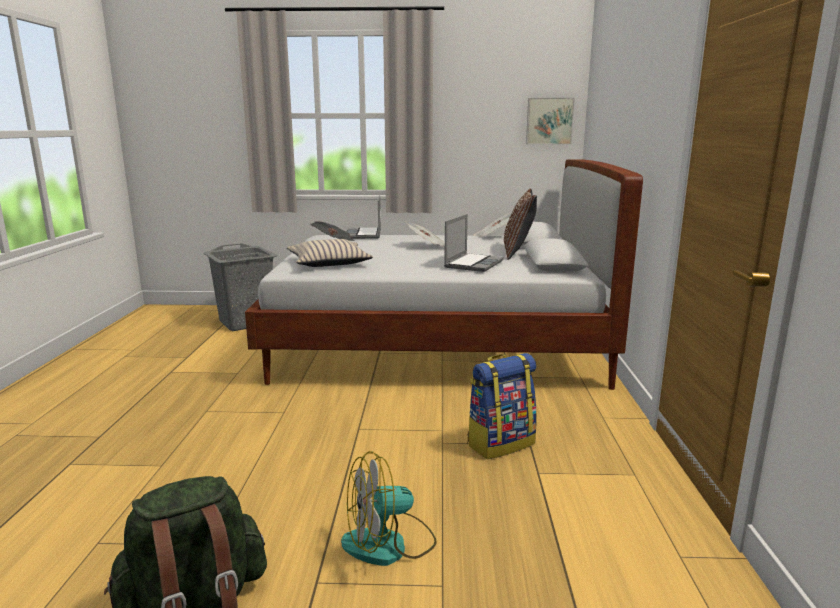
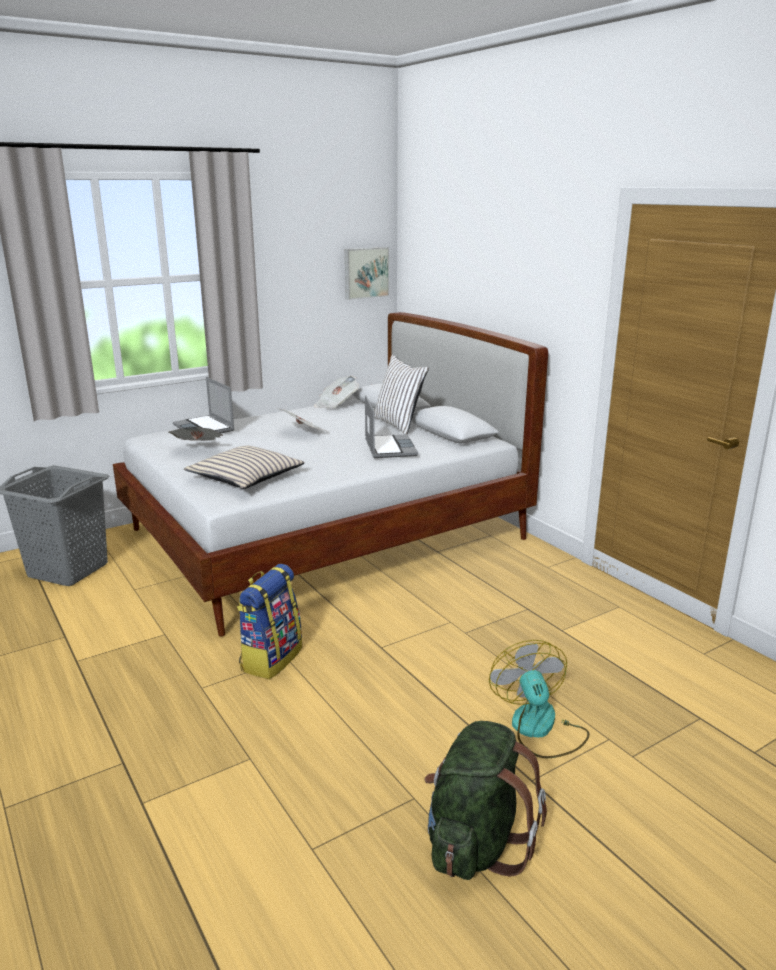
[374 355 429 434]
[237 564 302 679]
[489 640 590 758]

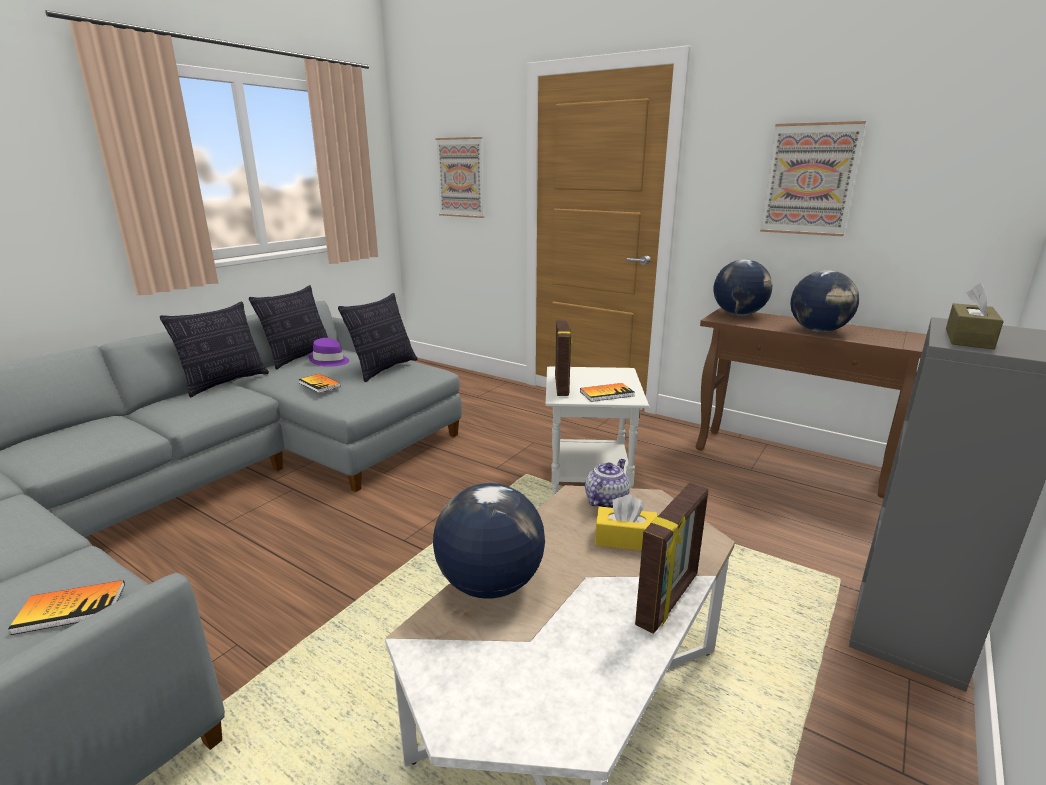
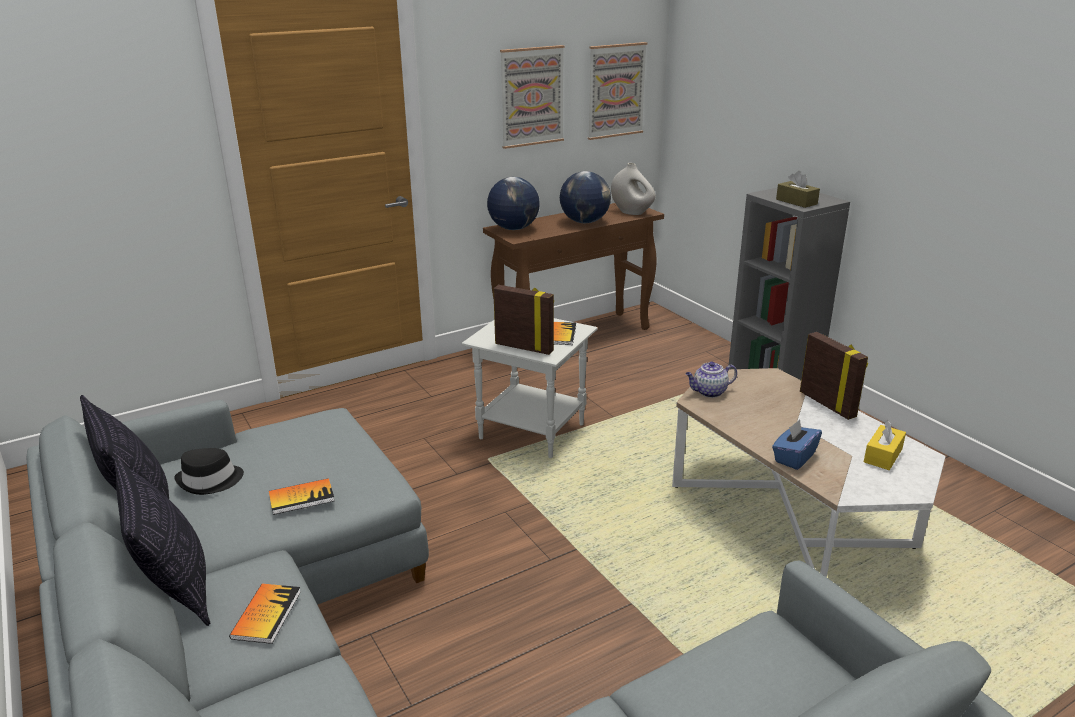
[588 42 647 140]
[338 293 418 382] (first image)
[175 448 244 495]
[685 362 737 398]
[772 419 822 470]
[864 420 906 470]
[229 584 301 644]
[611 163 656 215]

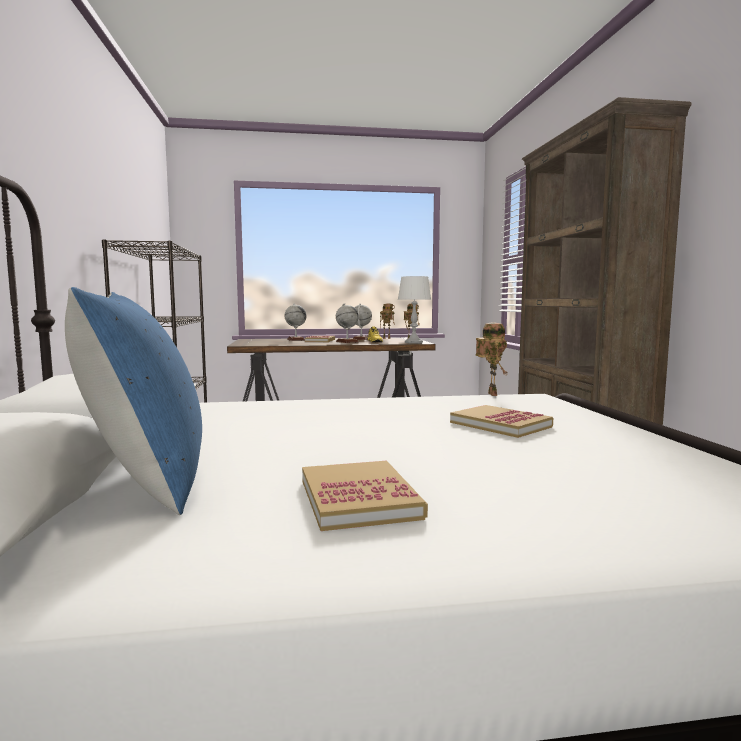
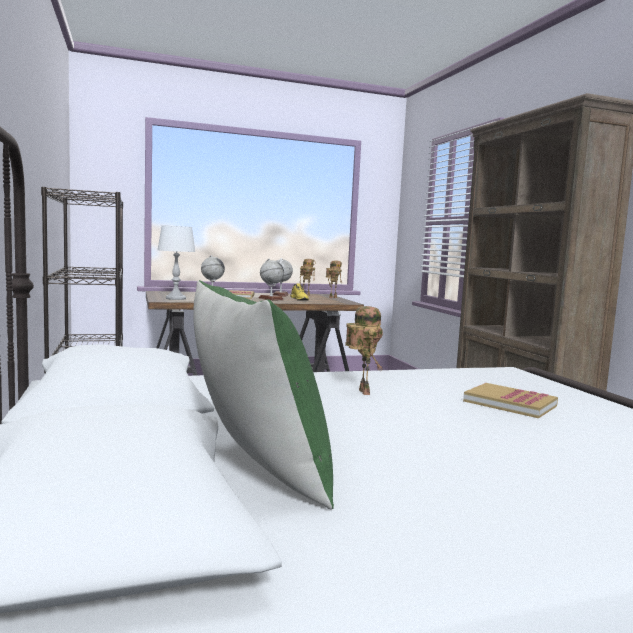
[158 225 196 300]
[193 280 334 510]
[345 306 383 395]
[302 461 428 531] (first image)

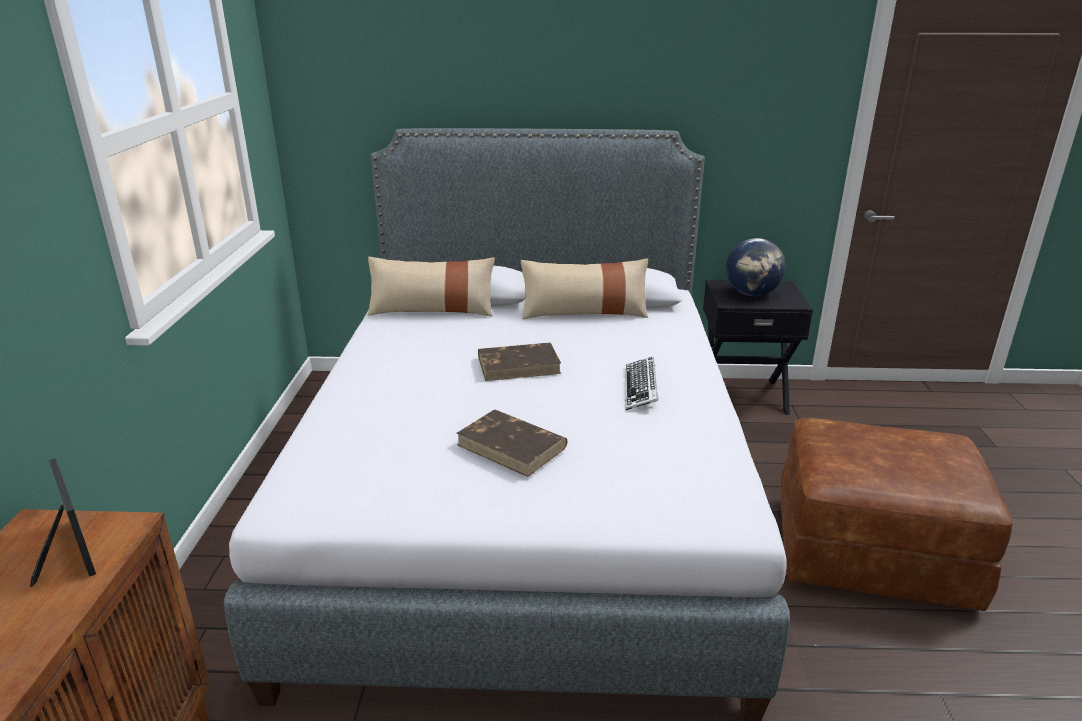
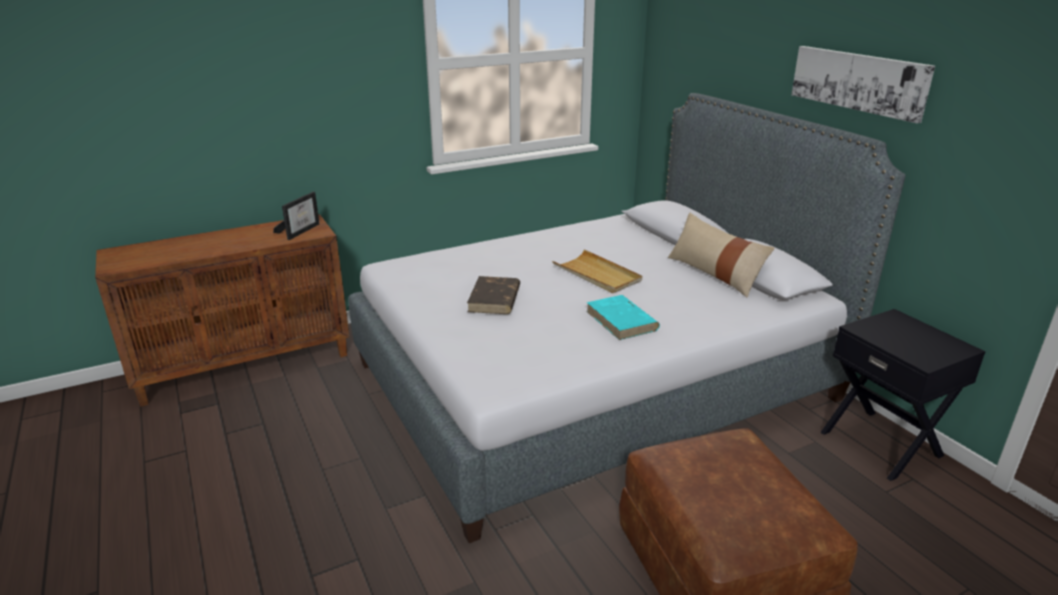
[726 238 786 296] (first image)
[368 257 495 317] (first image)
[552 249 642 293]
[586 295 660 340]
[791 46 935 123]

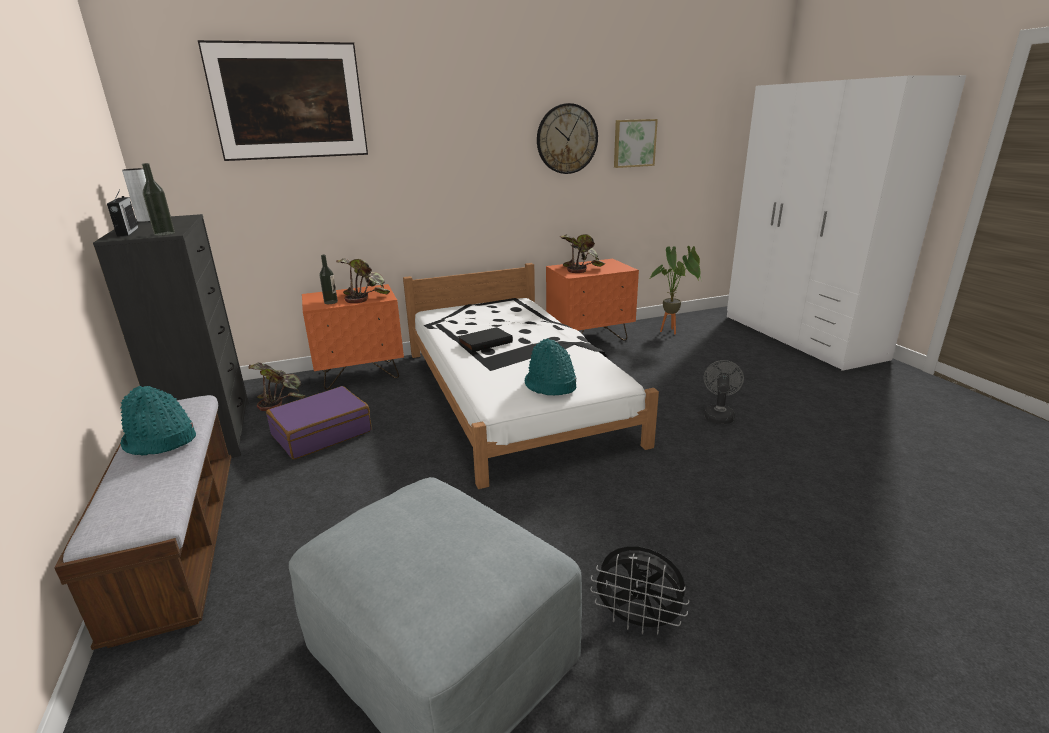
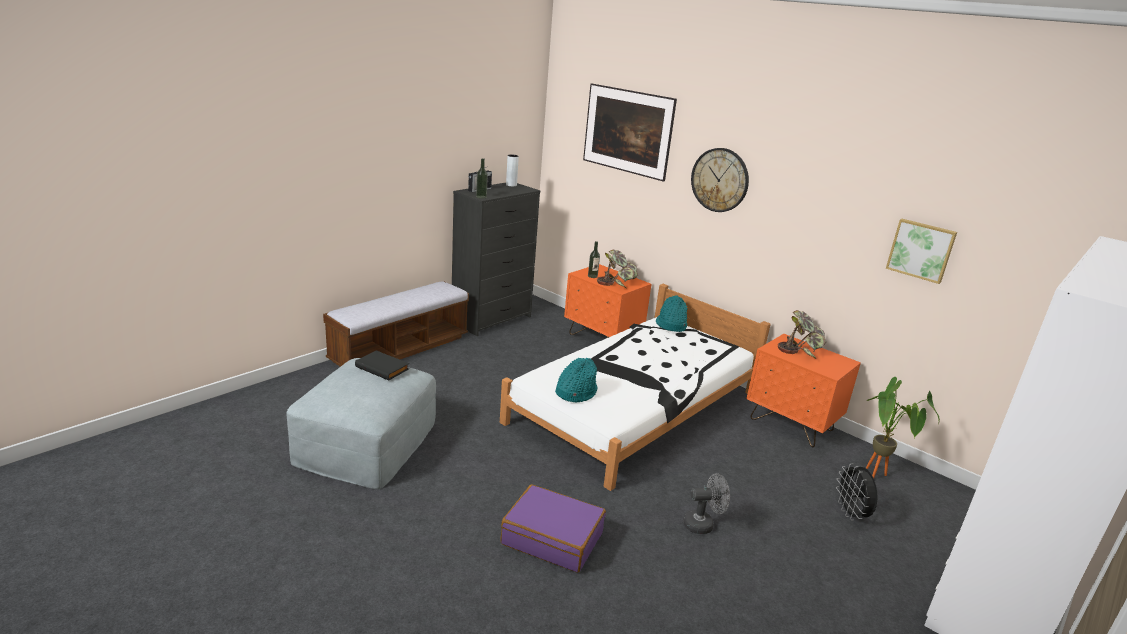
[691 148 749 212]
[355 350 409 380]
[249 363 305 411] (first image)
[656 295 687 332]
[501 484 606 572]
[836 464 877 520]

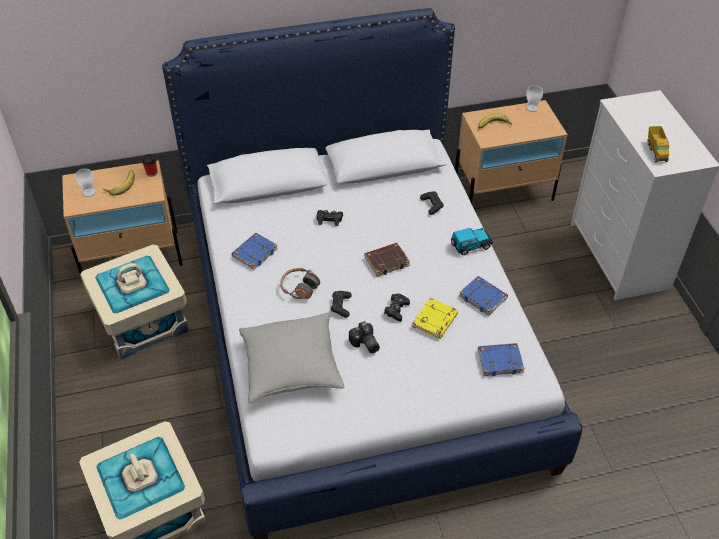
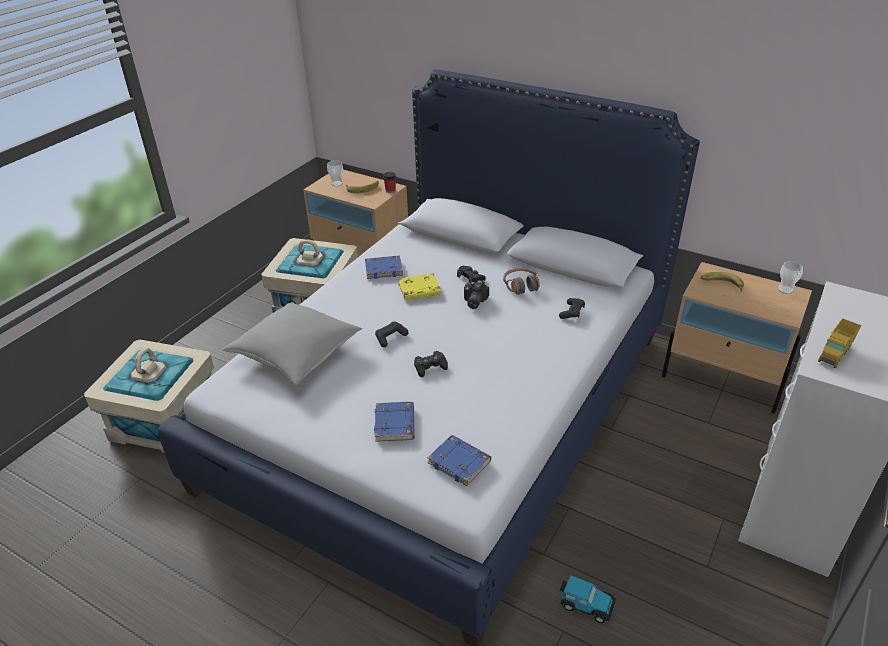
[560 575 616 623]
[364 243 410 277] (first image)
[503 268 540 295]
[374 402 415 442]
[398 273 441 300]
[464 280 489 309]

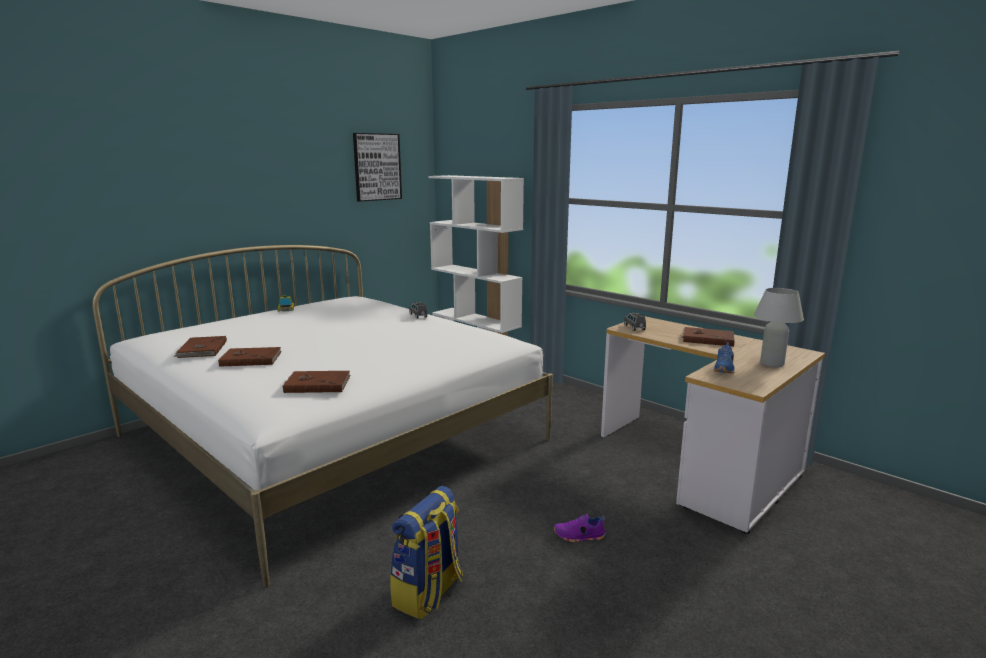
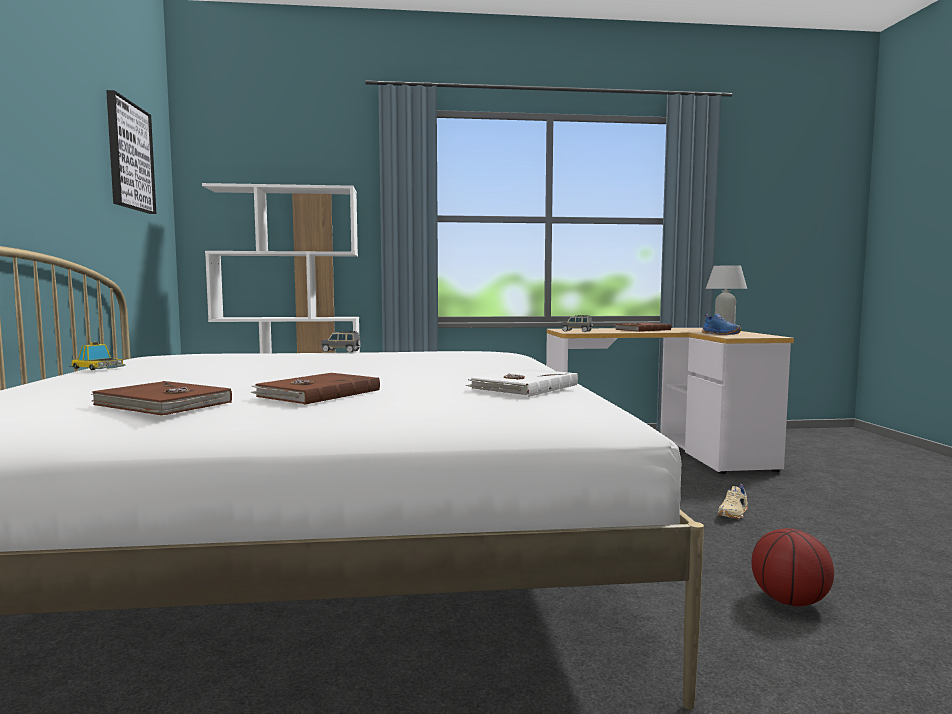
[466 368 578 397]
[752 528 834 606]
[718 484 748 519]

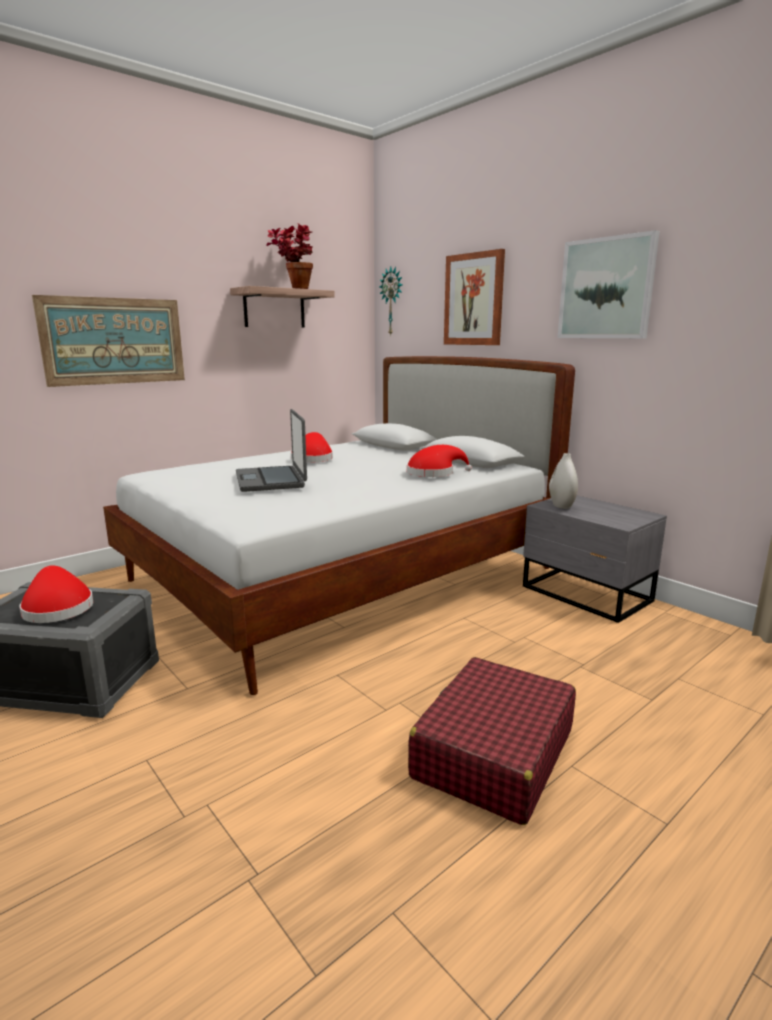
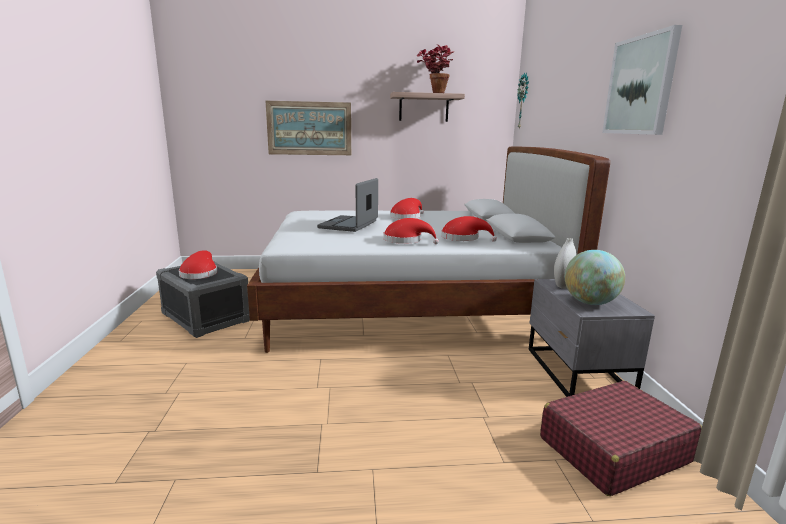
[444 249 505 345] (first image)
[540 381 702 496]
[383 218 439 244]
[565 250 625 305]

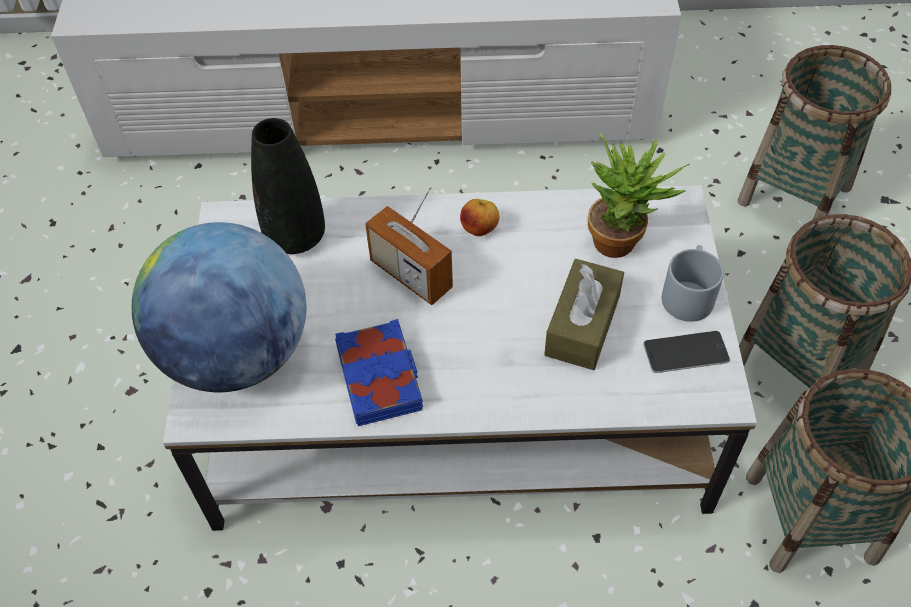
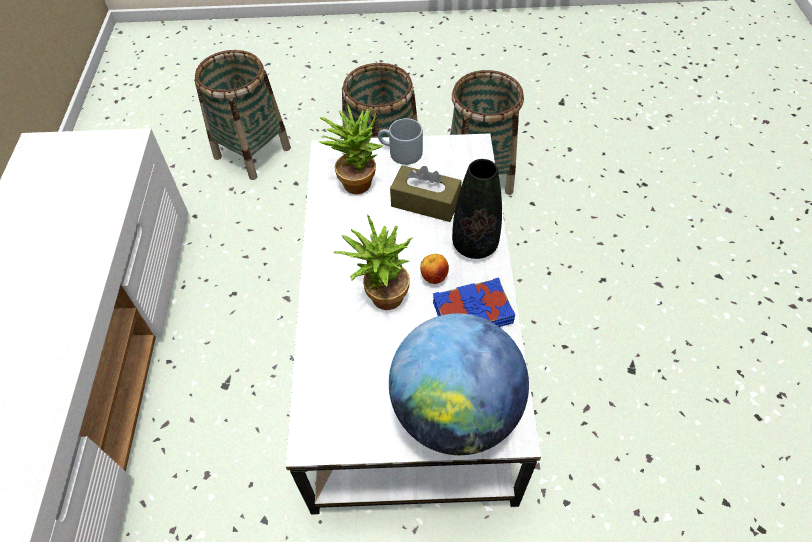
[452 159 502 259]
[334 214 412 310]
[420 254 449 284]
[643 331 730 373] (first image)

